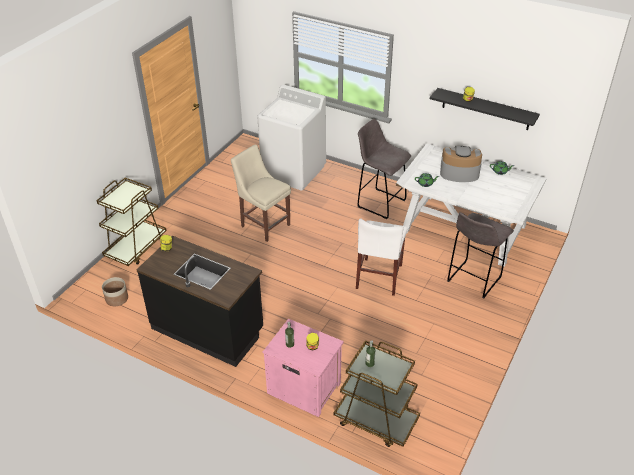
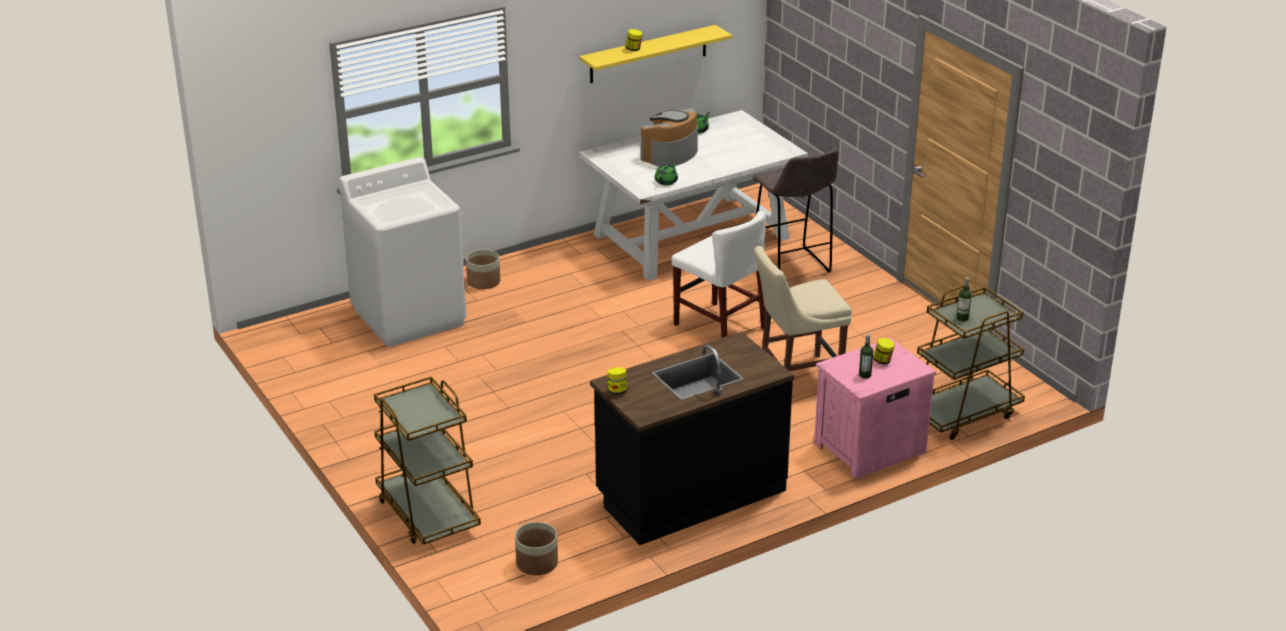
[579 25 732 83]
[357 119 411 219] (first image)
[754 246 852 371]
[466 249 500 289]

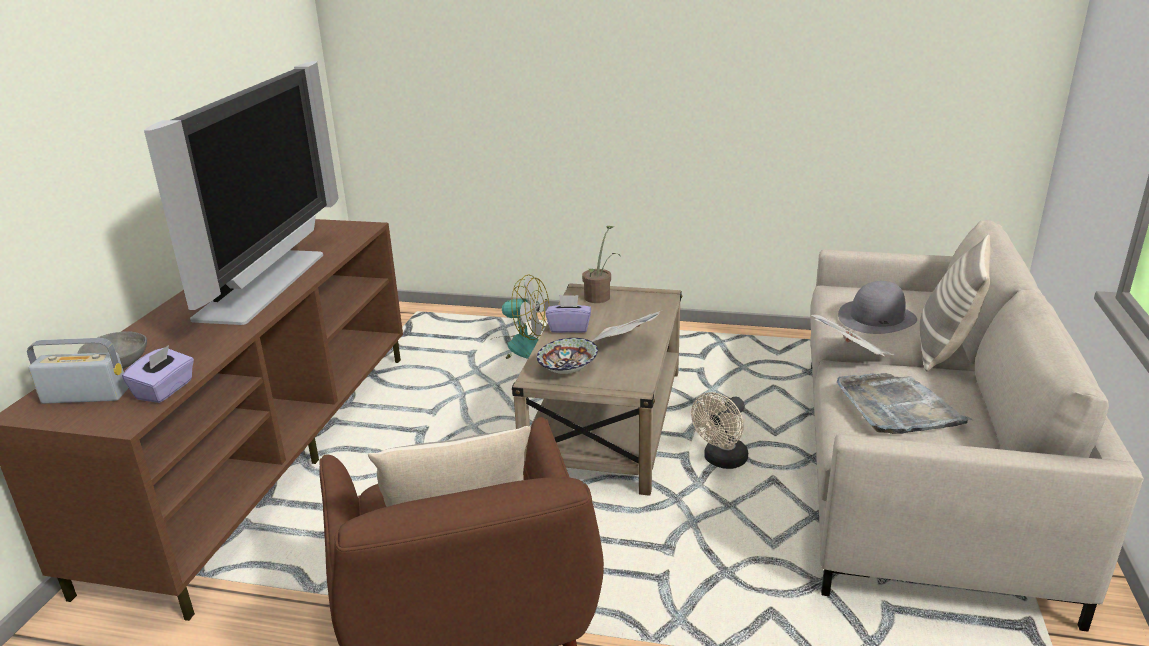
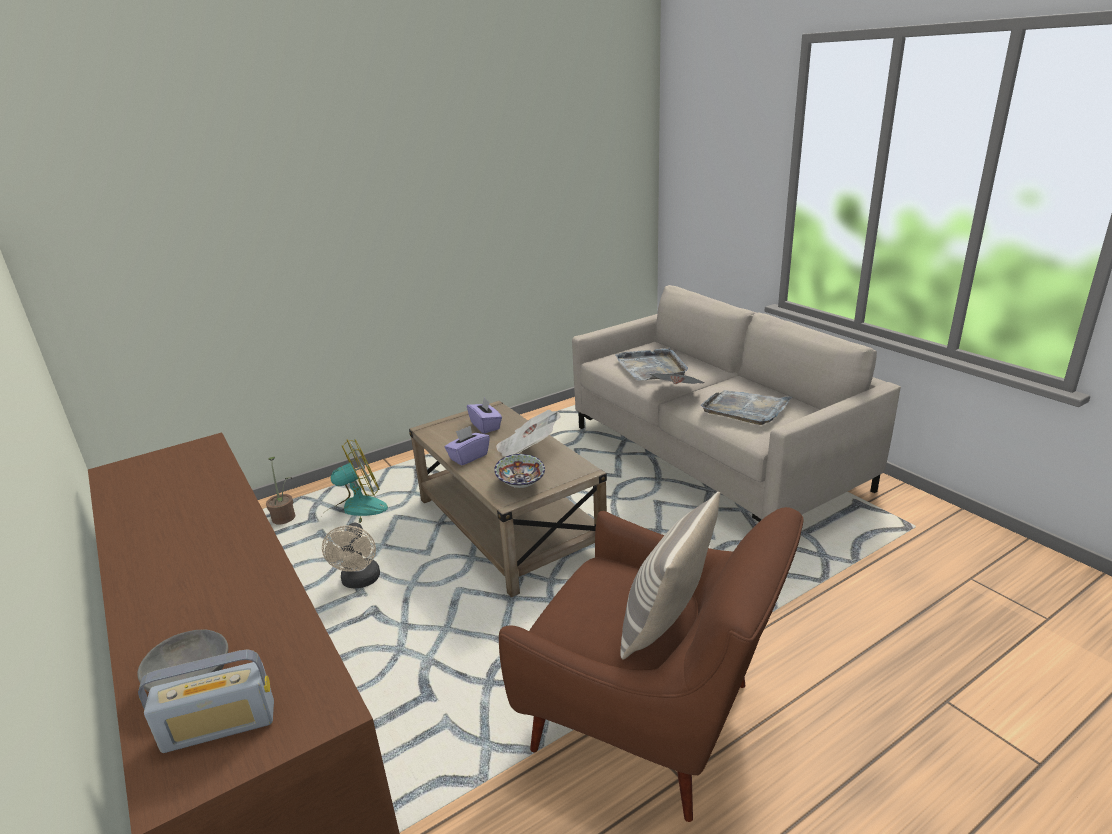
[144 61 338 325] (first image)
[266 457 295 524]
[920 235 991 372] (first image)
[615 348 688 381]
[138 649 274 753]
[467 397 502 434]
[322 523 380 588]

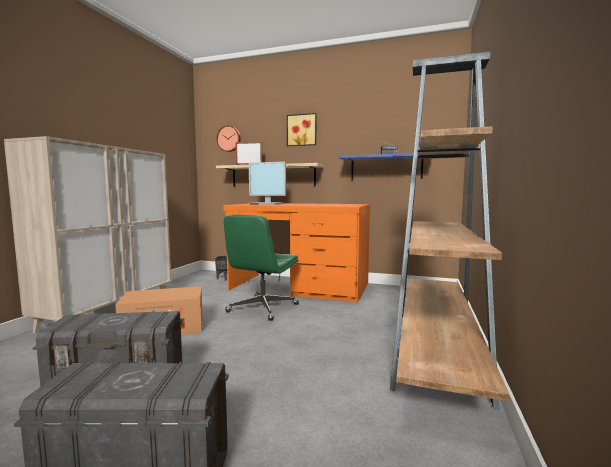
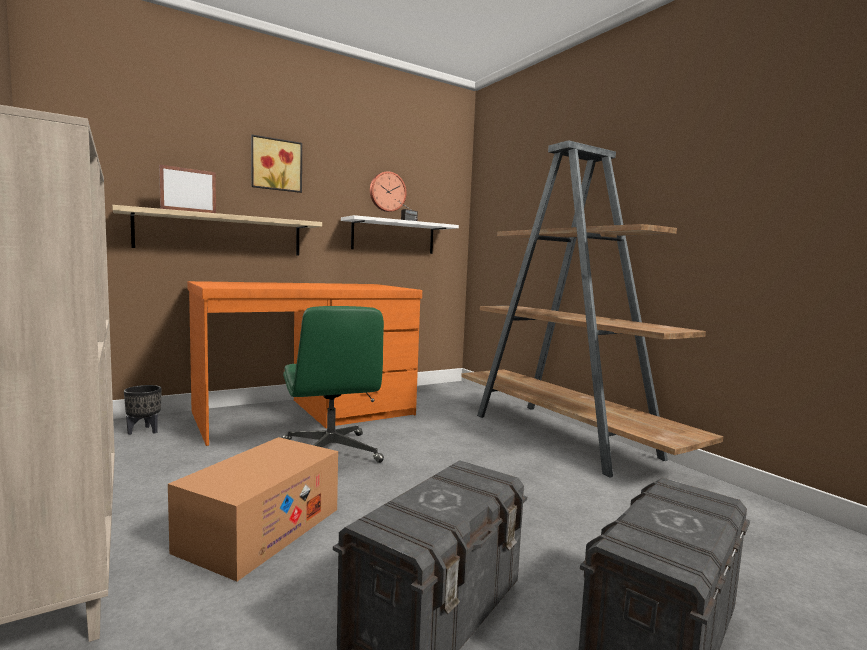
[370 171 407 212]
[341 215 459 254]
[249 162 286 205] (first image)

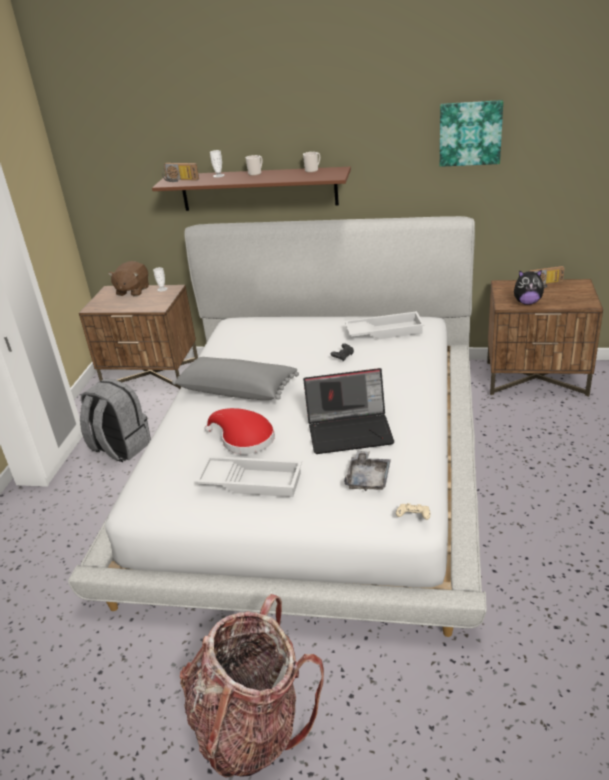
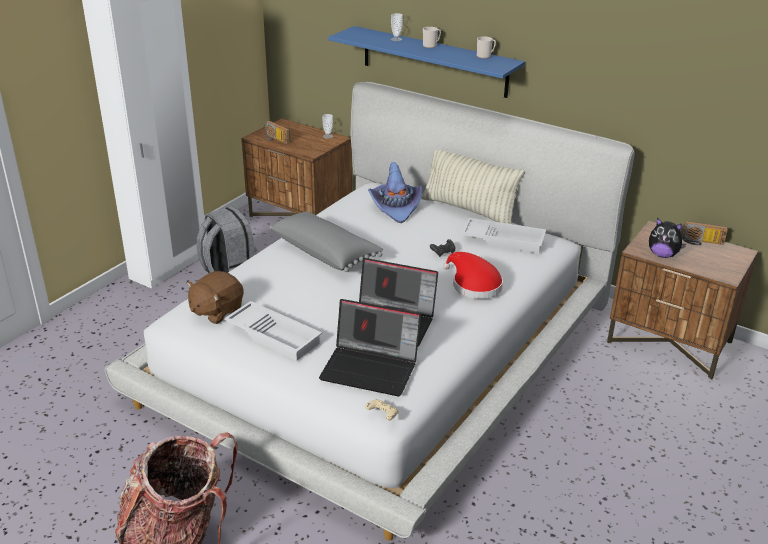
[440 100 503 167] (first image)
[263 121 290 144]
[328 26 525 98]
[187 271 244 324]
[443 252 503 299]
[319 299 421 396]
[421 150 525 224]
[368 162 422 223]

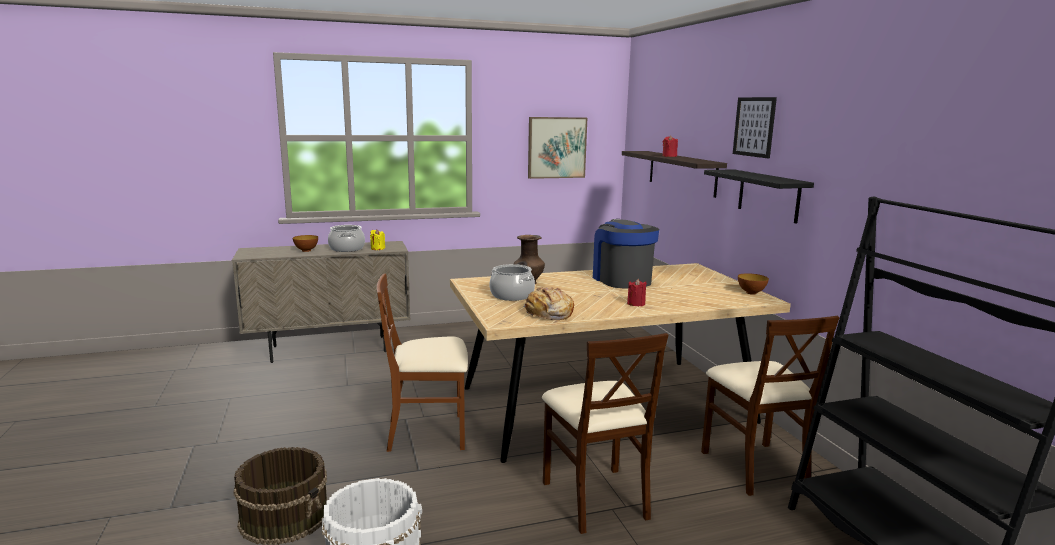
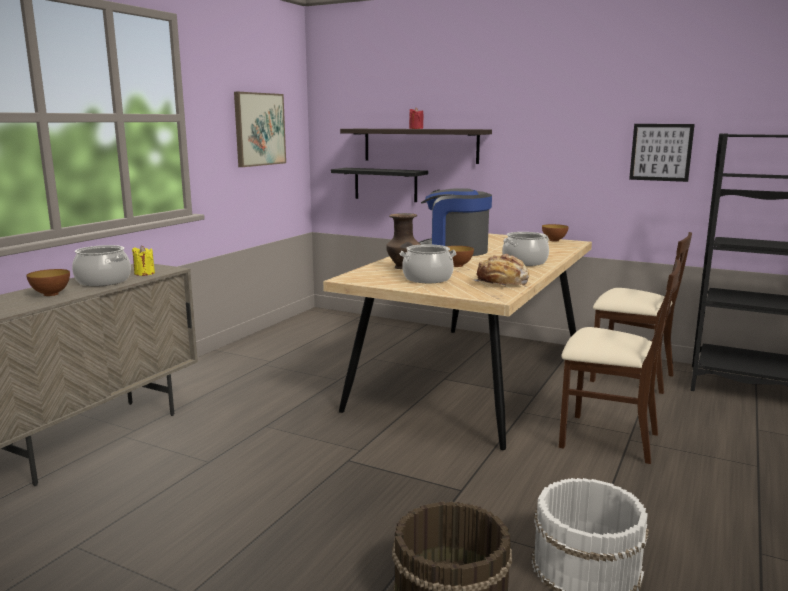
[629 124 695 182]
[331 168 428 202]
[377 273 468 452] (first image)
[502 232 549 266]
[447 246 474 267]

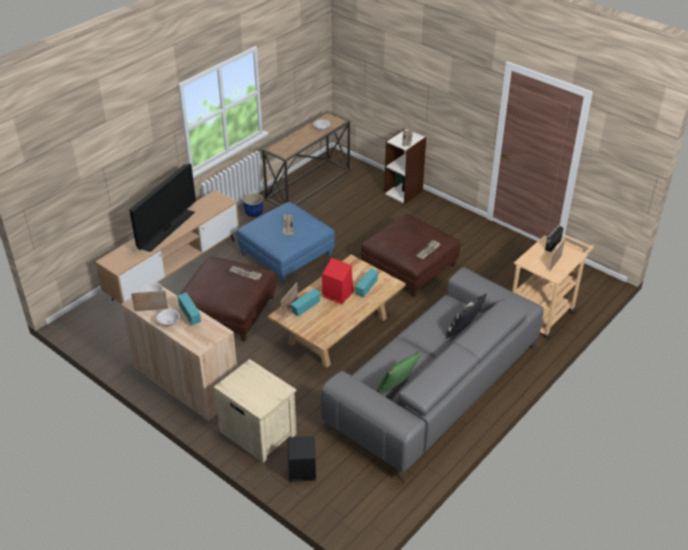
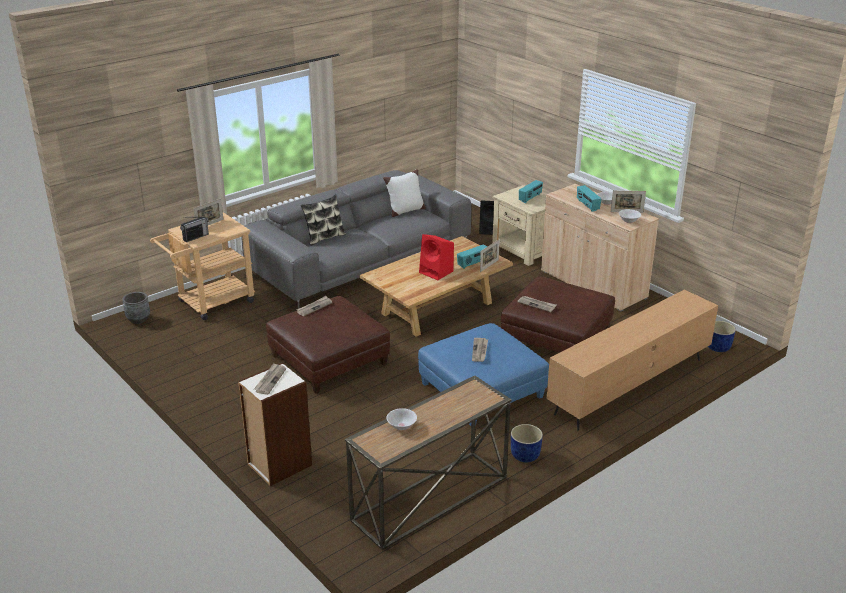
[129 164 196 252] (first image)
[519 180 543 203]
[383 169 426 217]
[123 292 150 324]
[708 321 736 352]

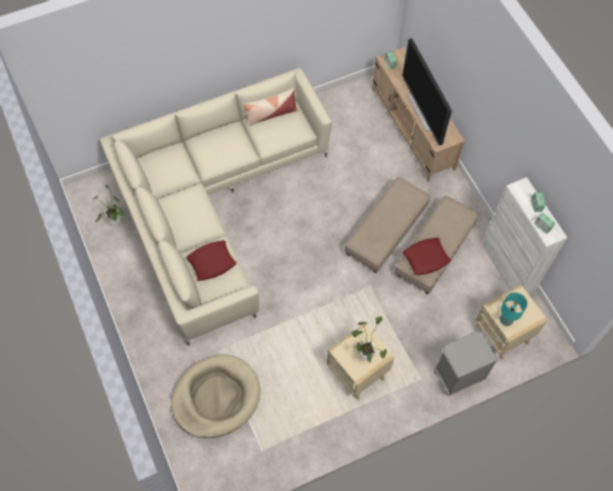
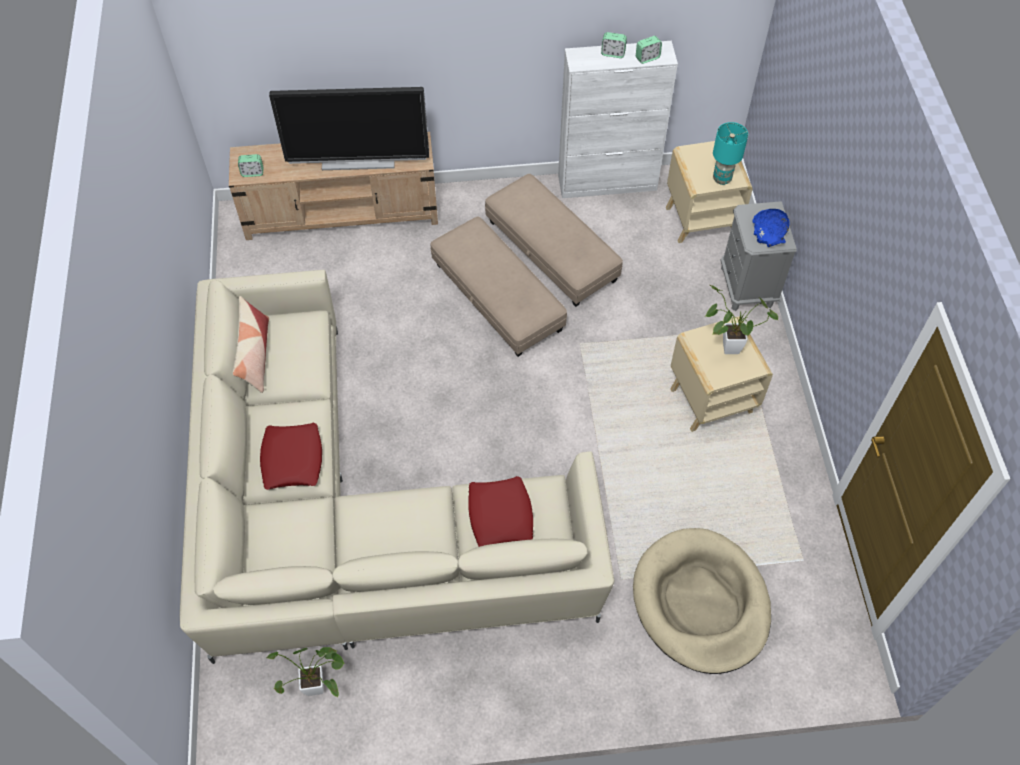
[260 423 322 490]
[752 209 789 247]

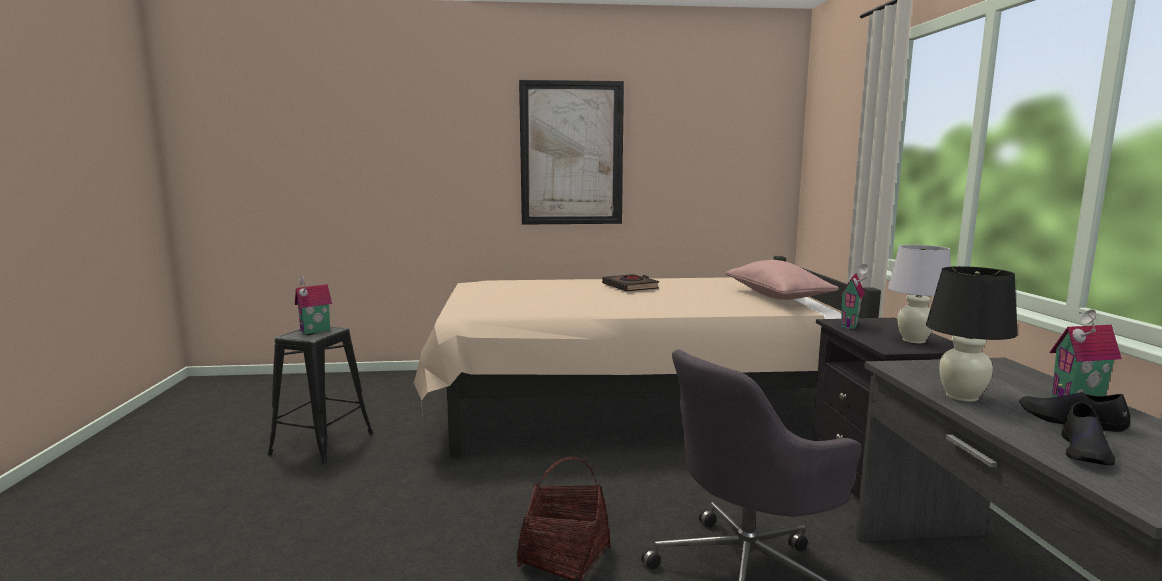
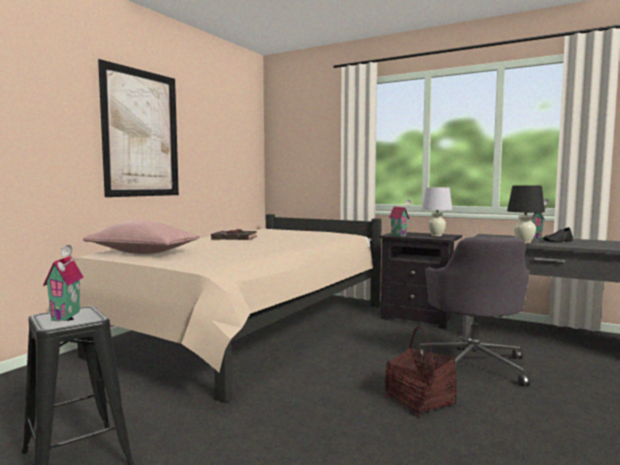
[83 220 200 254]
[1062 401 1116 465] (first image)

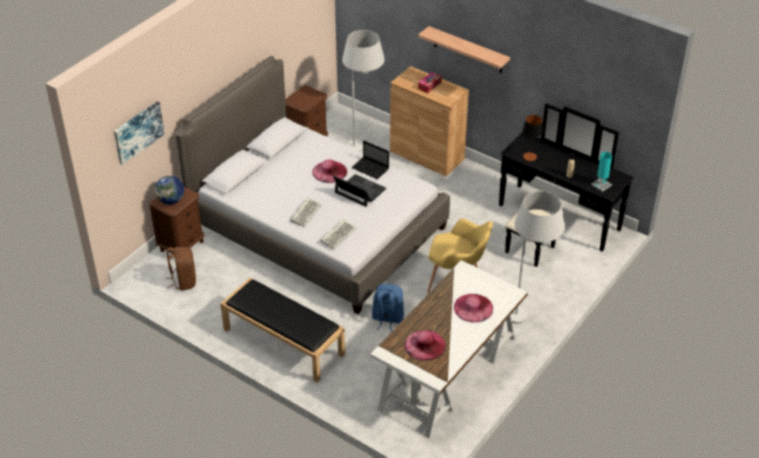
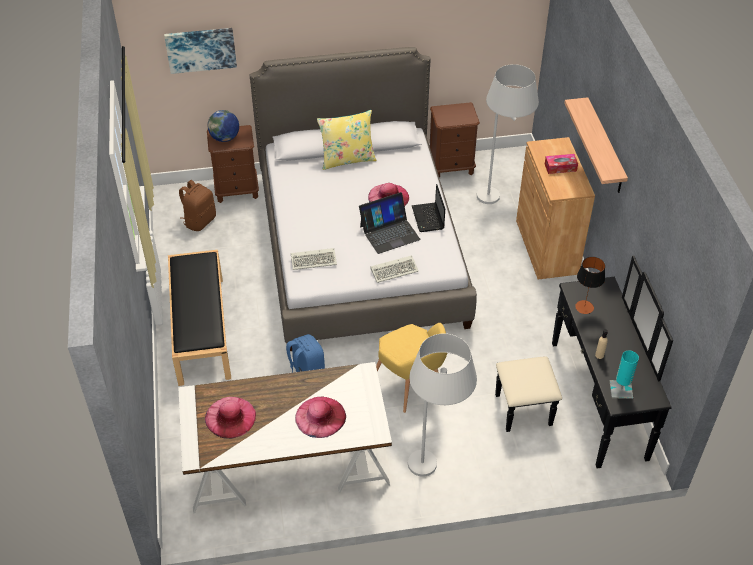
[359 192 420 254]
[370 255 419 283]
[317 110 377 170]

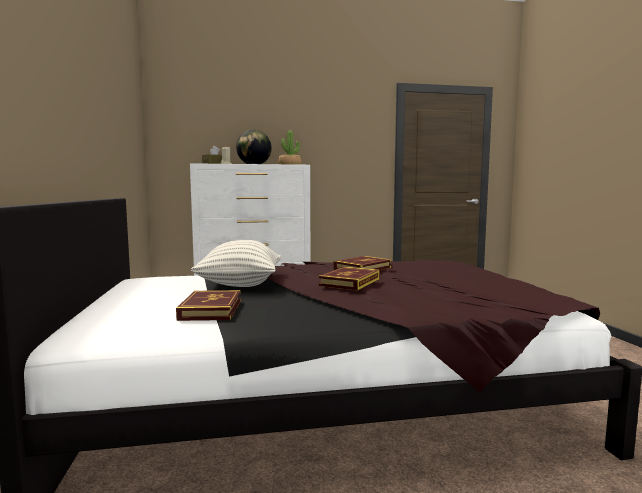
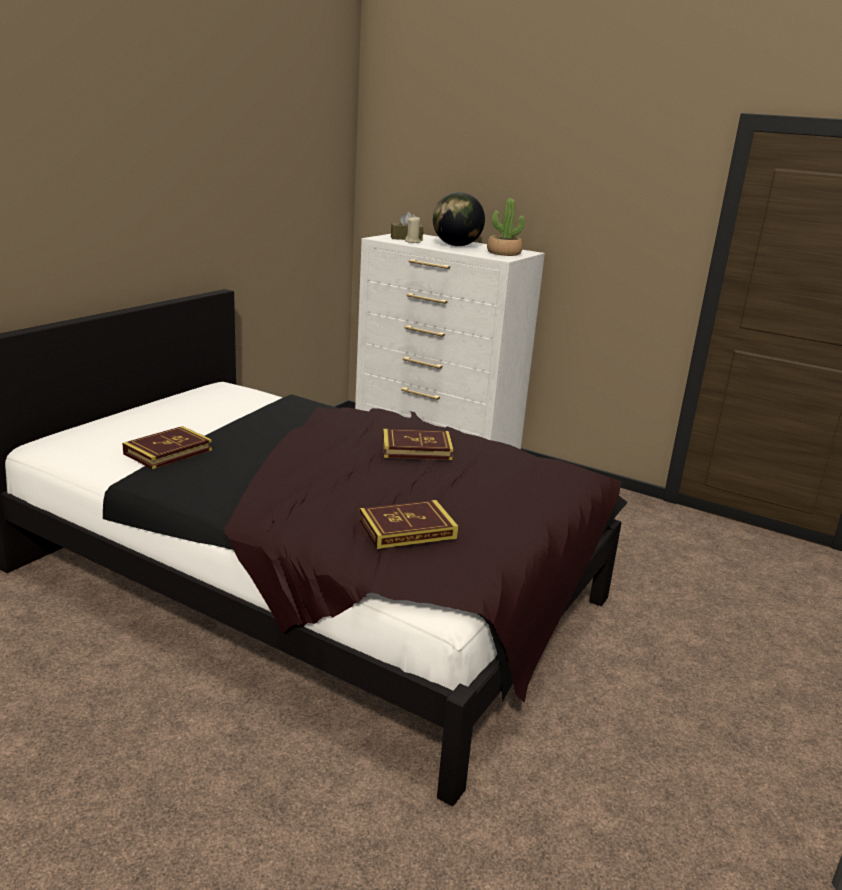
[191 240 281 287] (first image)
[359 500 458 549]

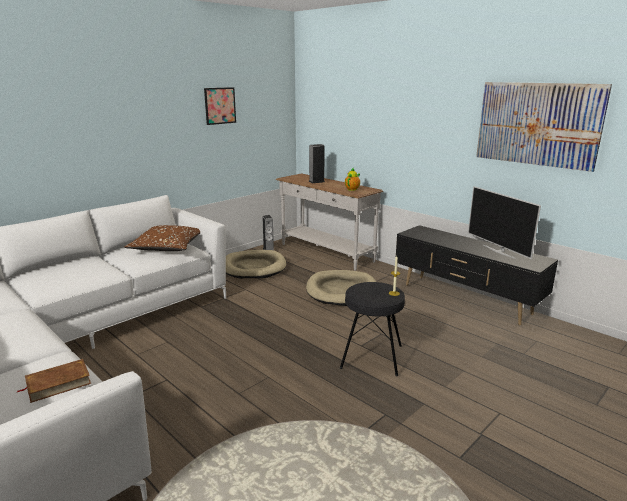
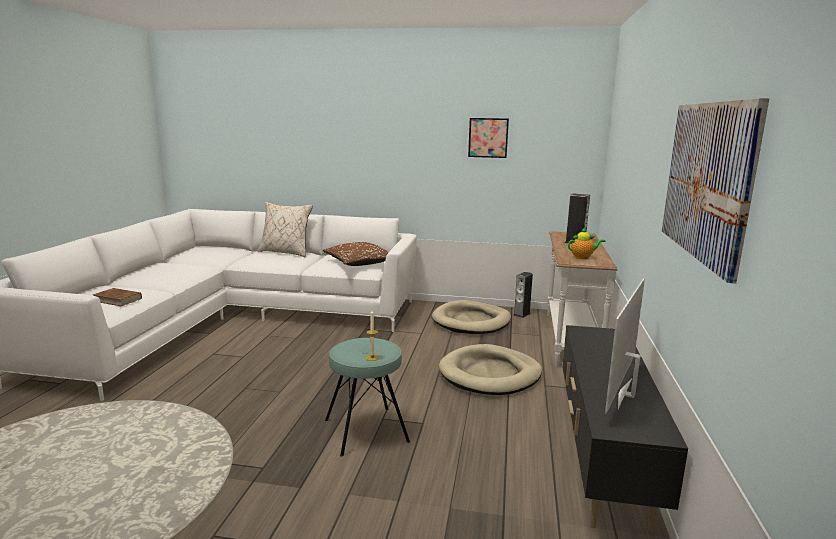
[325 338 410 457]
[257 202 313 257]

